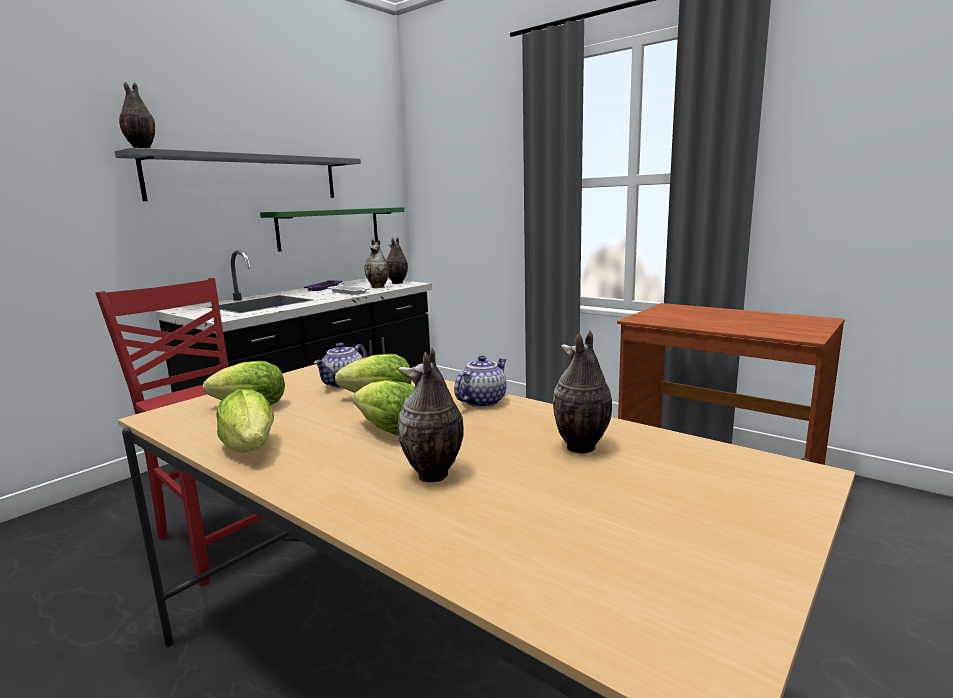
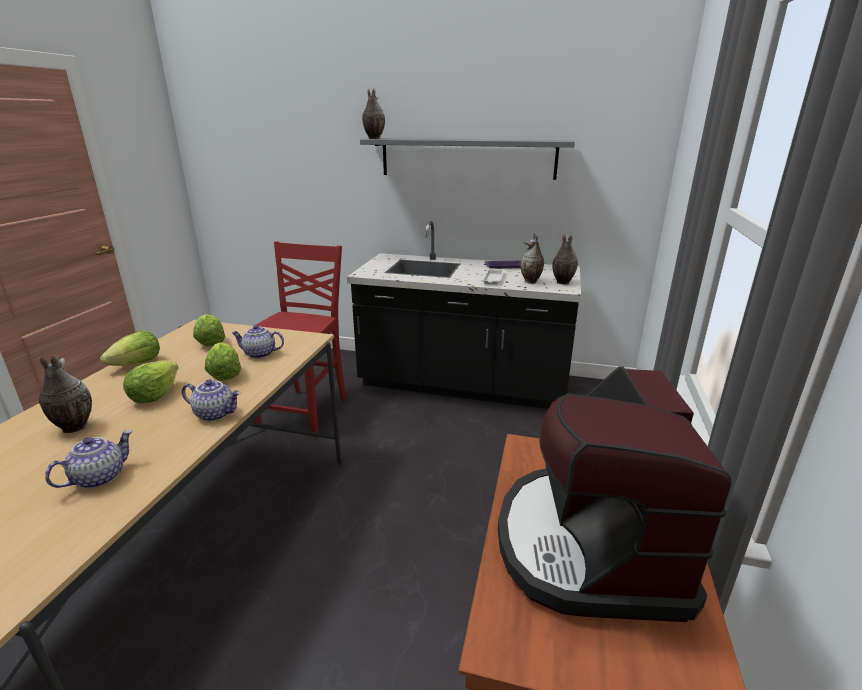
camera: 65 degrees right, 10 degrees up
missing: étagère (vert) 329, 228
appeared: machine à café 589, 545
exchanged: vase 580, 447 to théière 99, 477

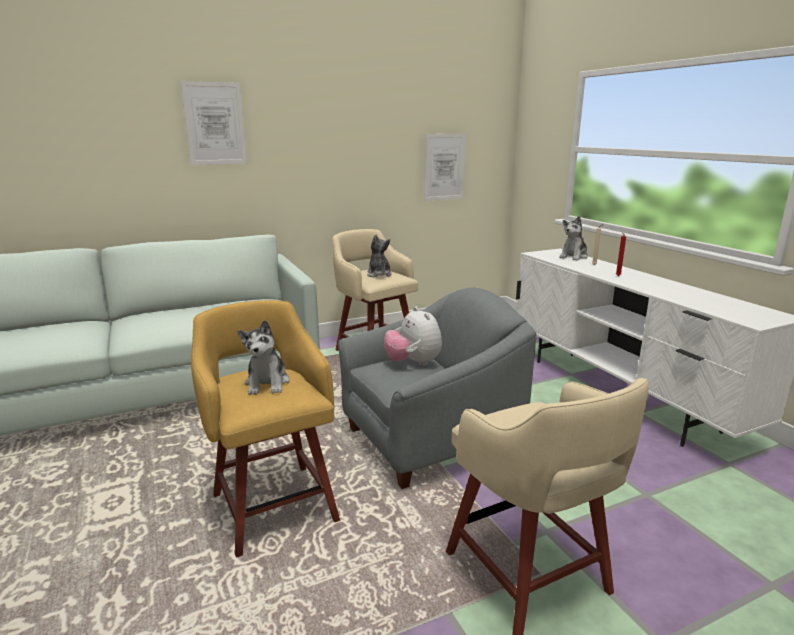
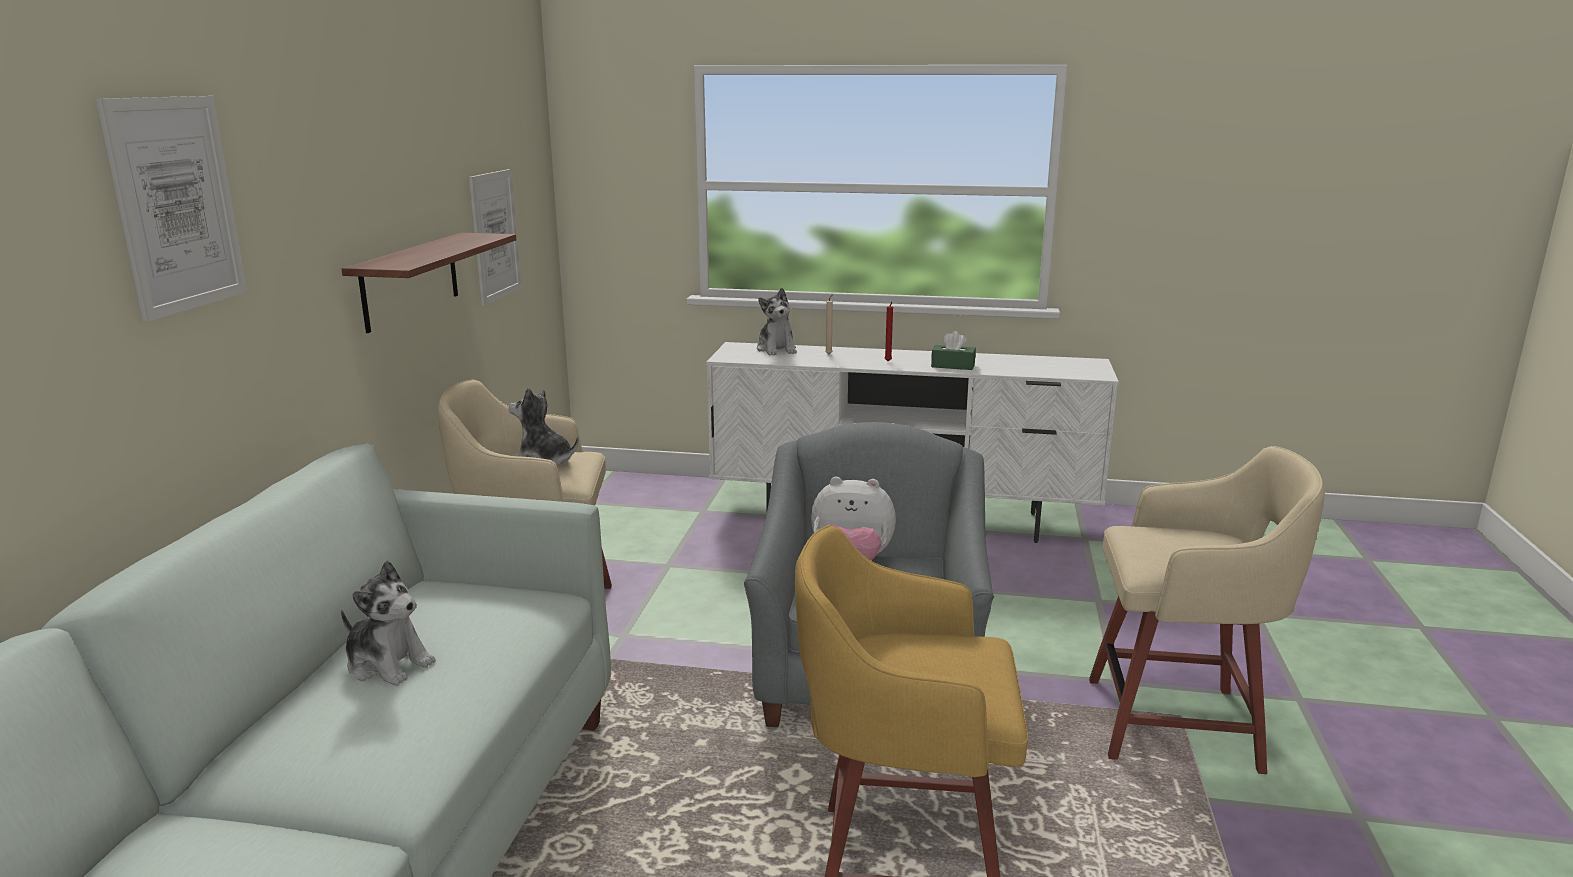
camera: 55 degrees left, 0 degrees up
appeared: étagère 410, 281; boîte à mouchoirs (vert) 953, 366
relocated: peluche 267, 383 to 388, 664

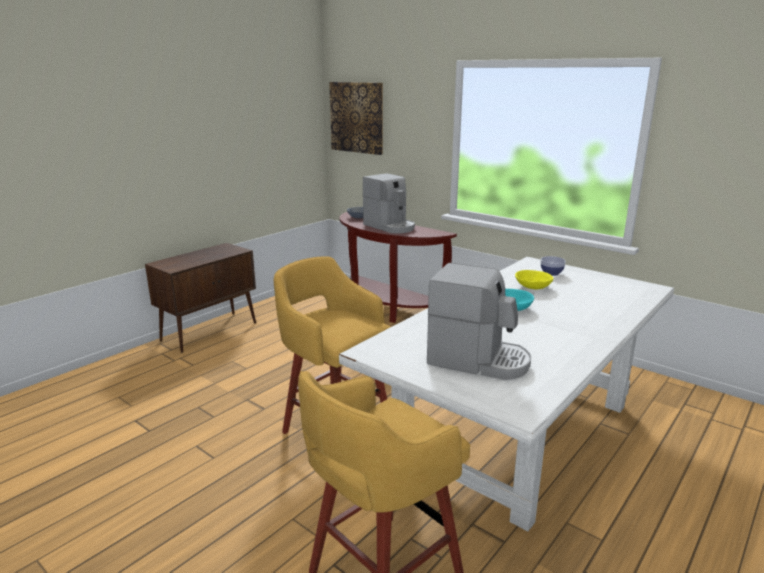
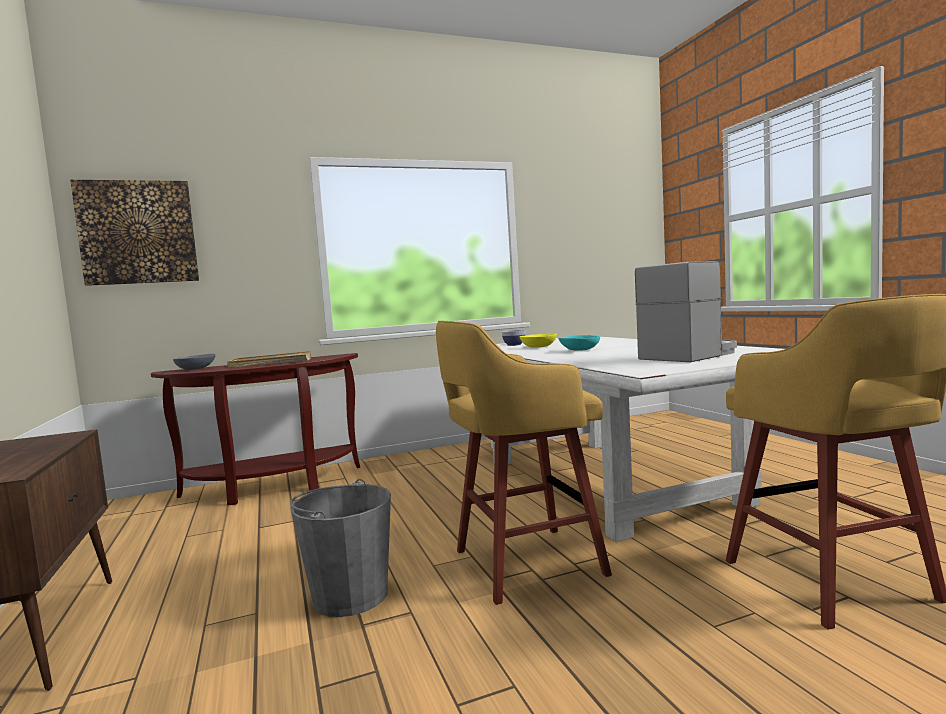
camera: 60 degrees left, 15 degrees down
appeared: seau (gris) 349, 595
exchanged: machine à café 390, 226 to plateau (beige) 270, 363

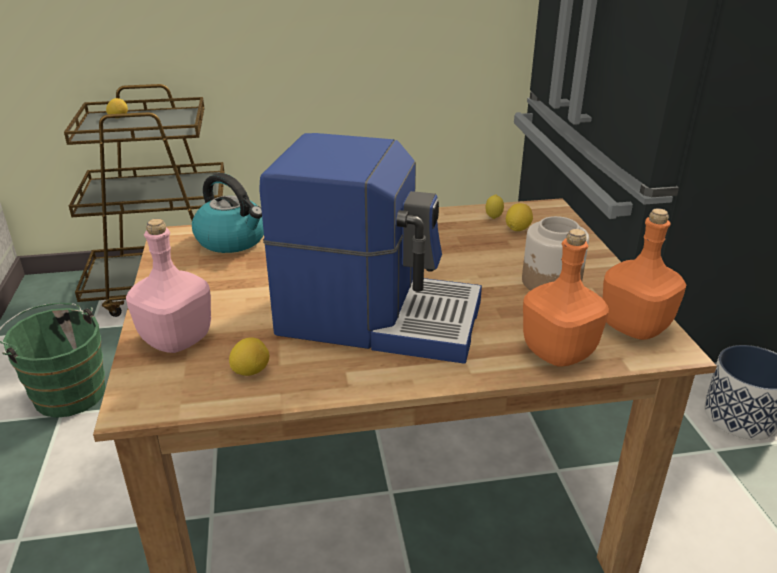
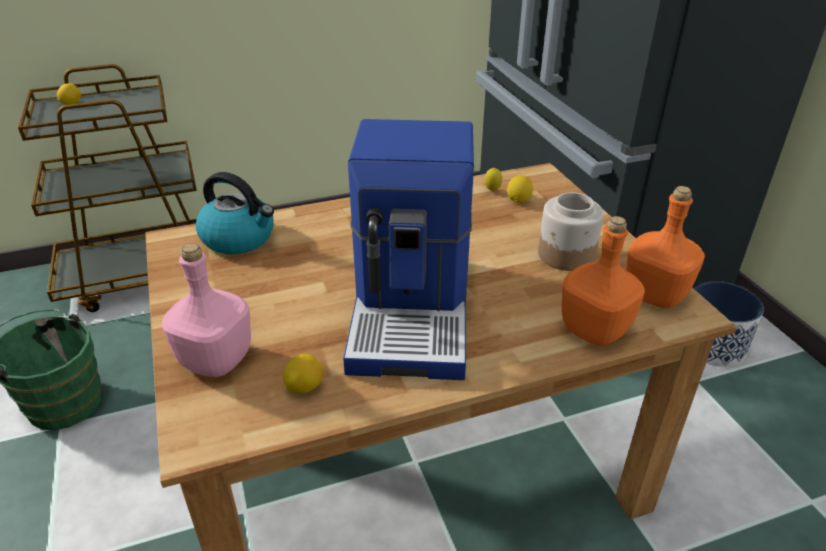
camera: 10 degrees left, 5 degrees up
spun: machine à café 378, 316 = 414, 310 90 degrees clockwise

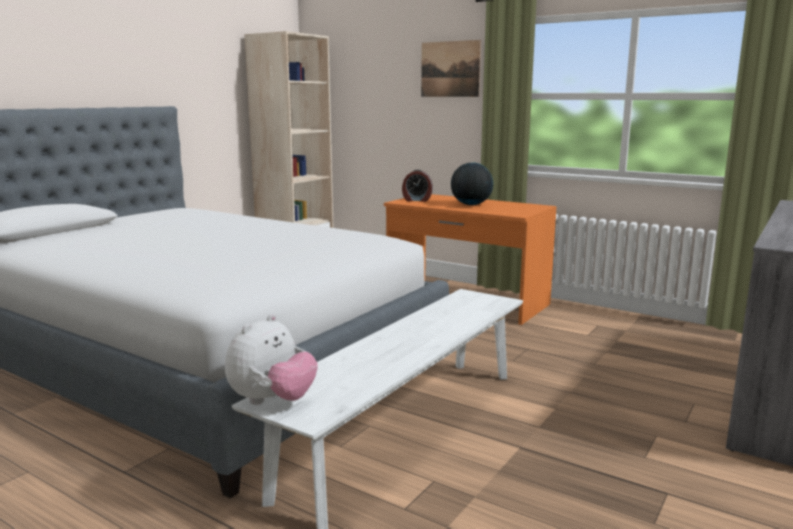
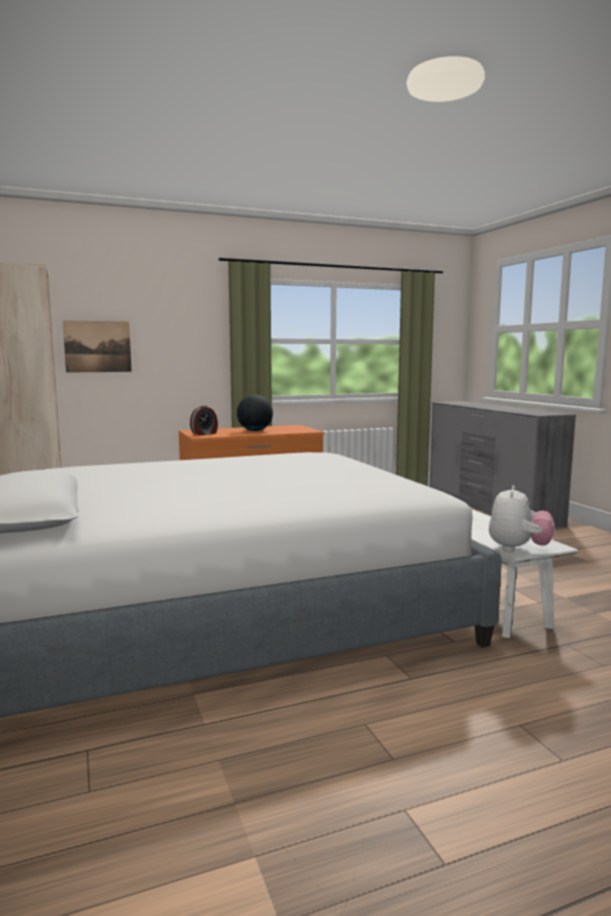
camera: 55 degrees left, 5 degrees down
relocated: tableau 450, 69 to 97, 346
spun: peluche 272, 401 = 518, 549 45 degrees clockwise

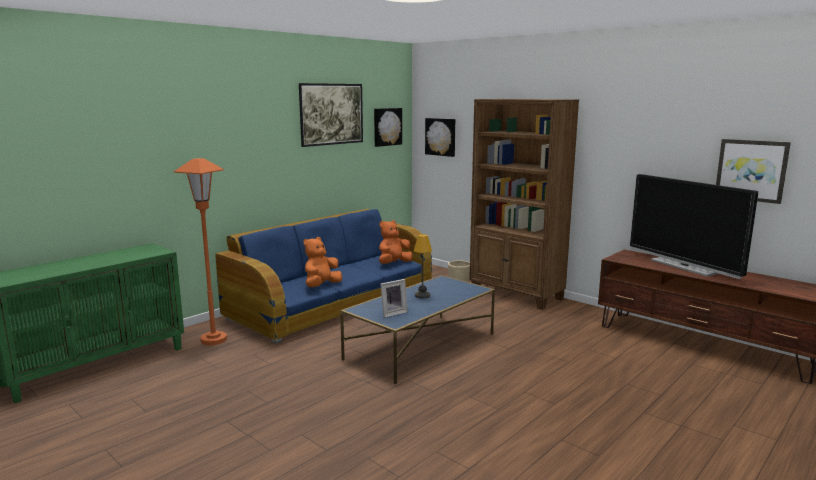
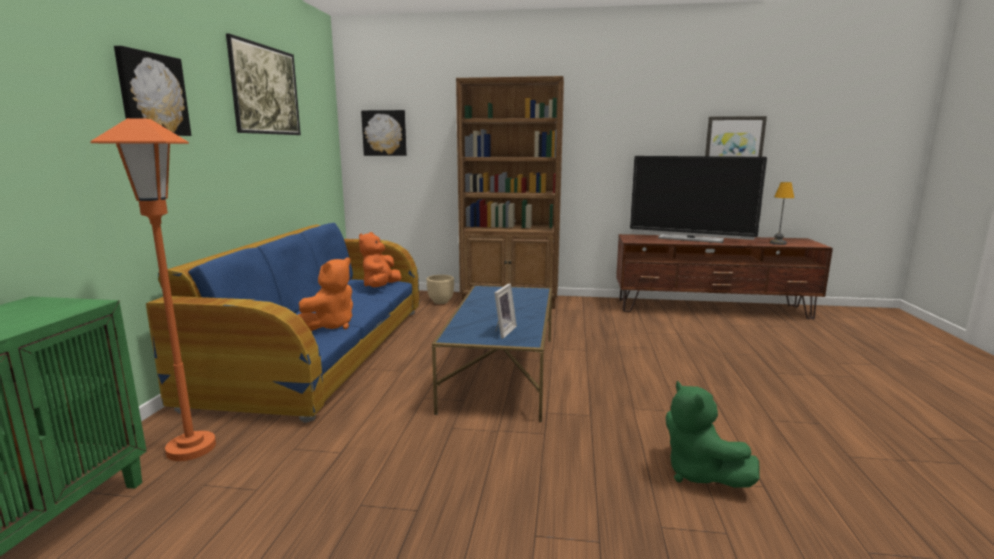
camera: 35 degrees left, 0 degrees up
appeared: peluche (vert) 699, 474
relocated: tableau 387, 126 to 152, 94; lampe de table 422, 295 to 777, 243
spun: peluche (orange) 321, 286 = 330, 325 150 degrees counterclockwise

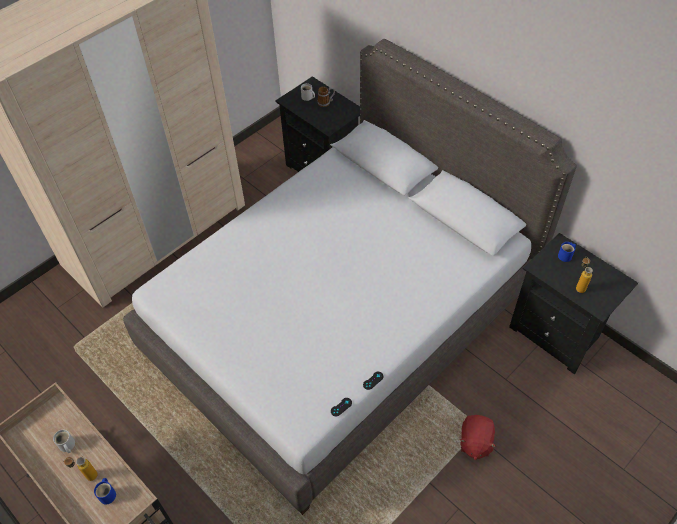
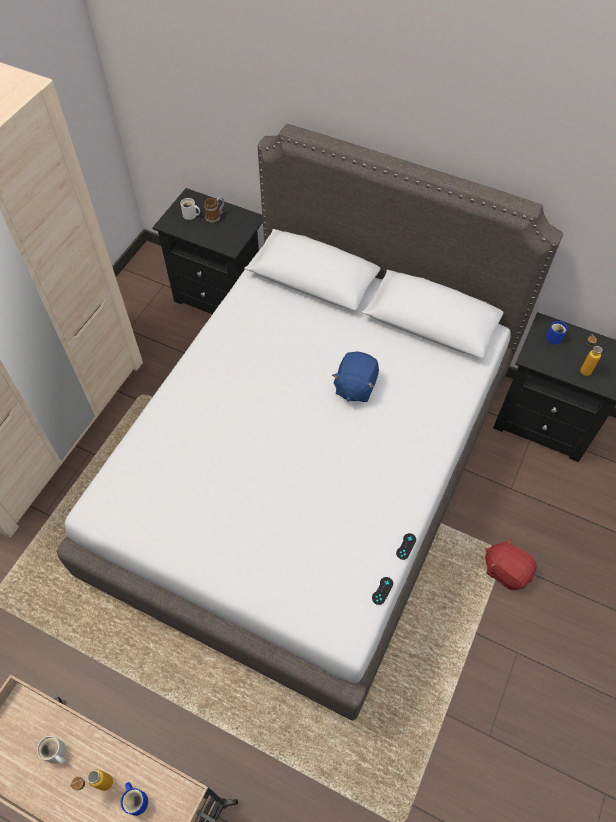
camera: 20 degrees left, 5 degrees up
appeared: peluche (bleu) 355, 386
spun: peluche (rouge) 475, 442 = 506, 570 135 degrees clockwise

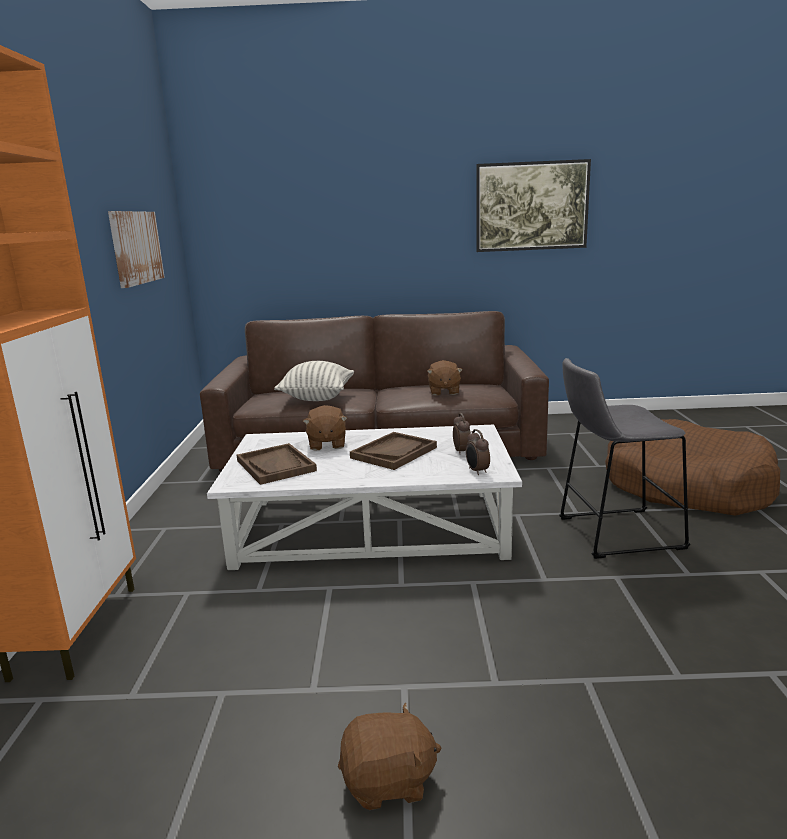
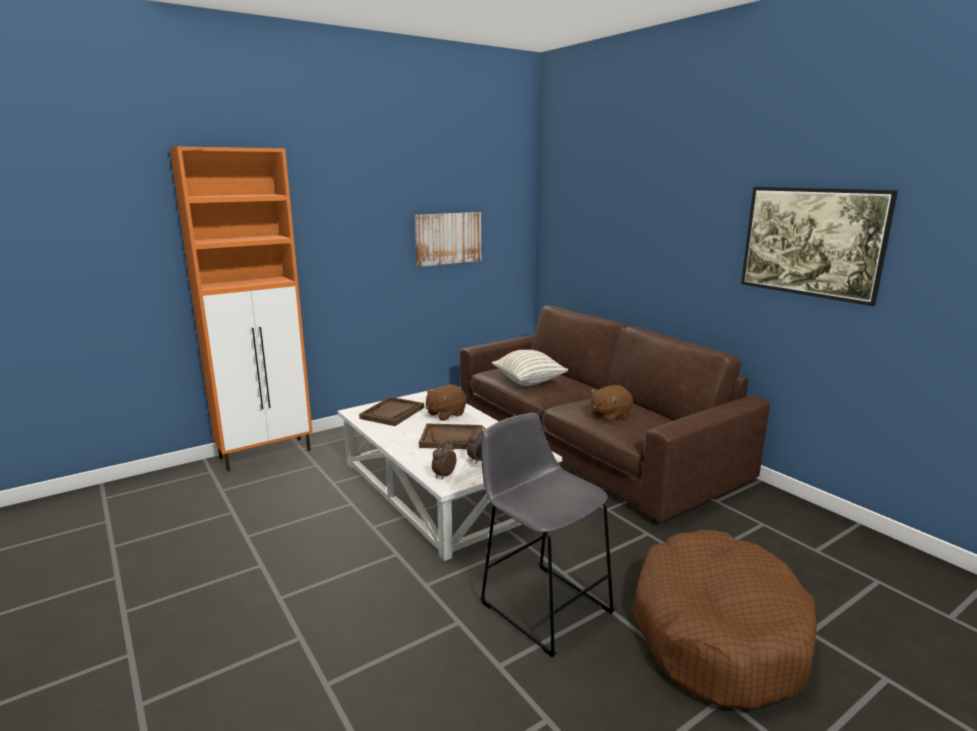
camera: 55 degrees right, 0 degrees up
missing: peluche (marron) 388, 782

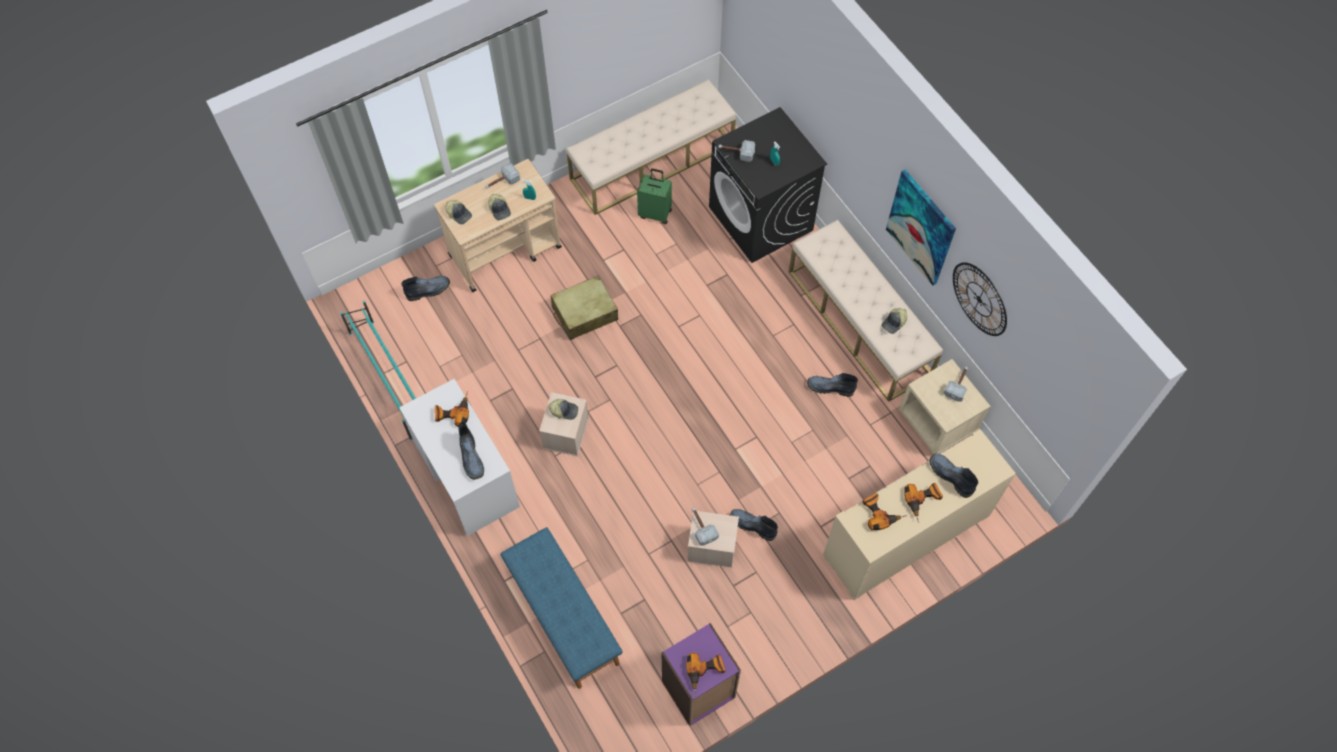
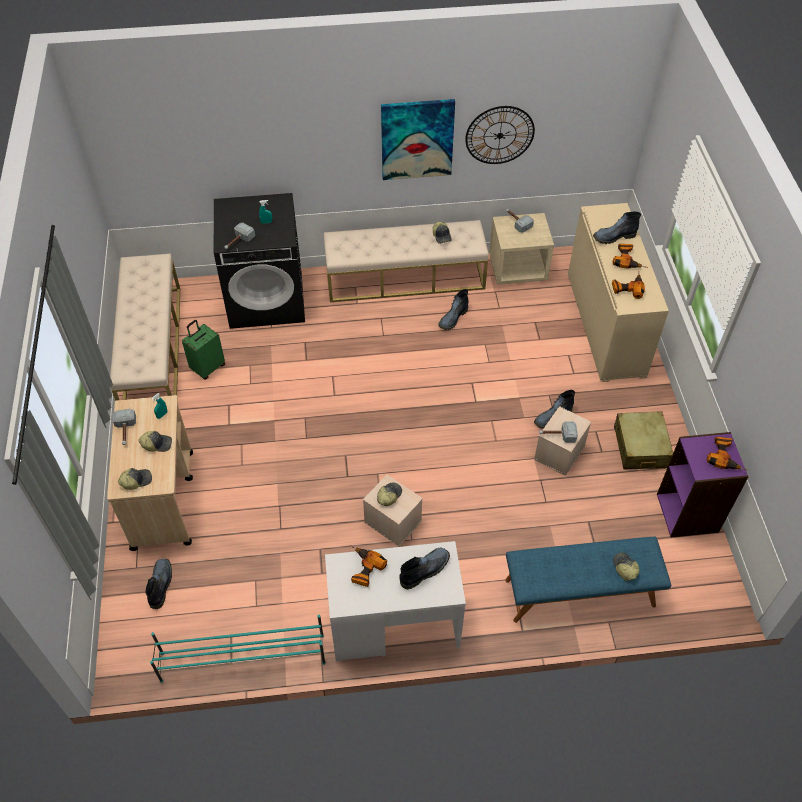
camera: 65 degrees left, 10 degrees down
appeared: casquette 624, 568
relocated: valise (beige) 584, 313 to 640, 447
spun: botte 472, 458 = 425, 569 45 degrees counterclockwise

